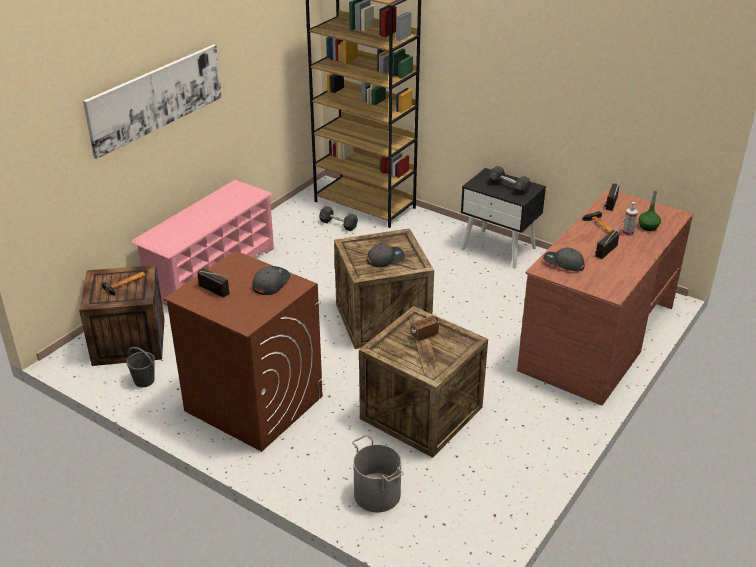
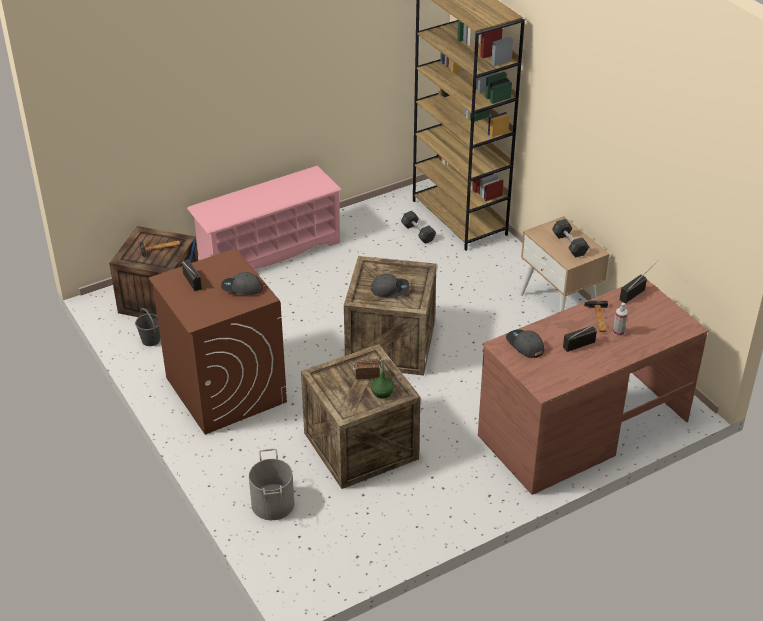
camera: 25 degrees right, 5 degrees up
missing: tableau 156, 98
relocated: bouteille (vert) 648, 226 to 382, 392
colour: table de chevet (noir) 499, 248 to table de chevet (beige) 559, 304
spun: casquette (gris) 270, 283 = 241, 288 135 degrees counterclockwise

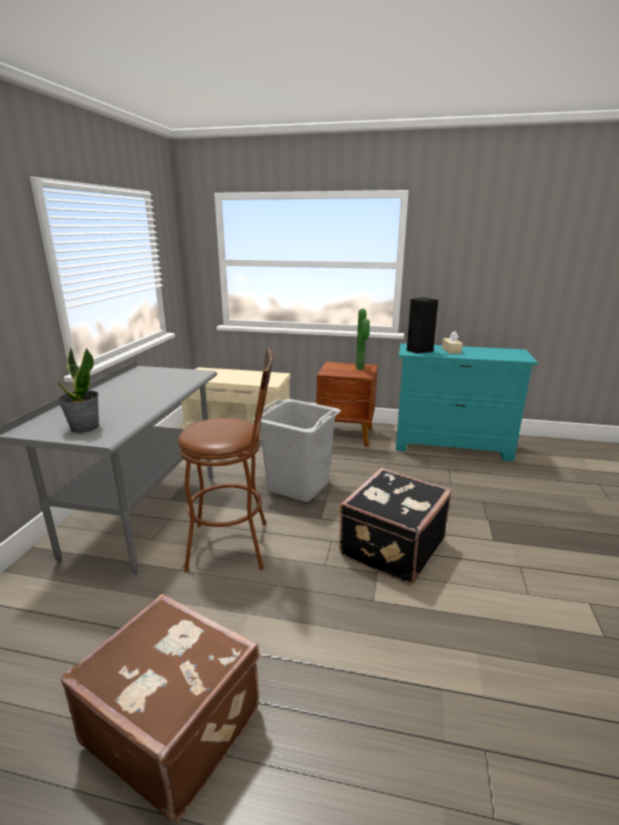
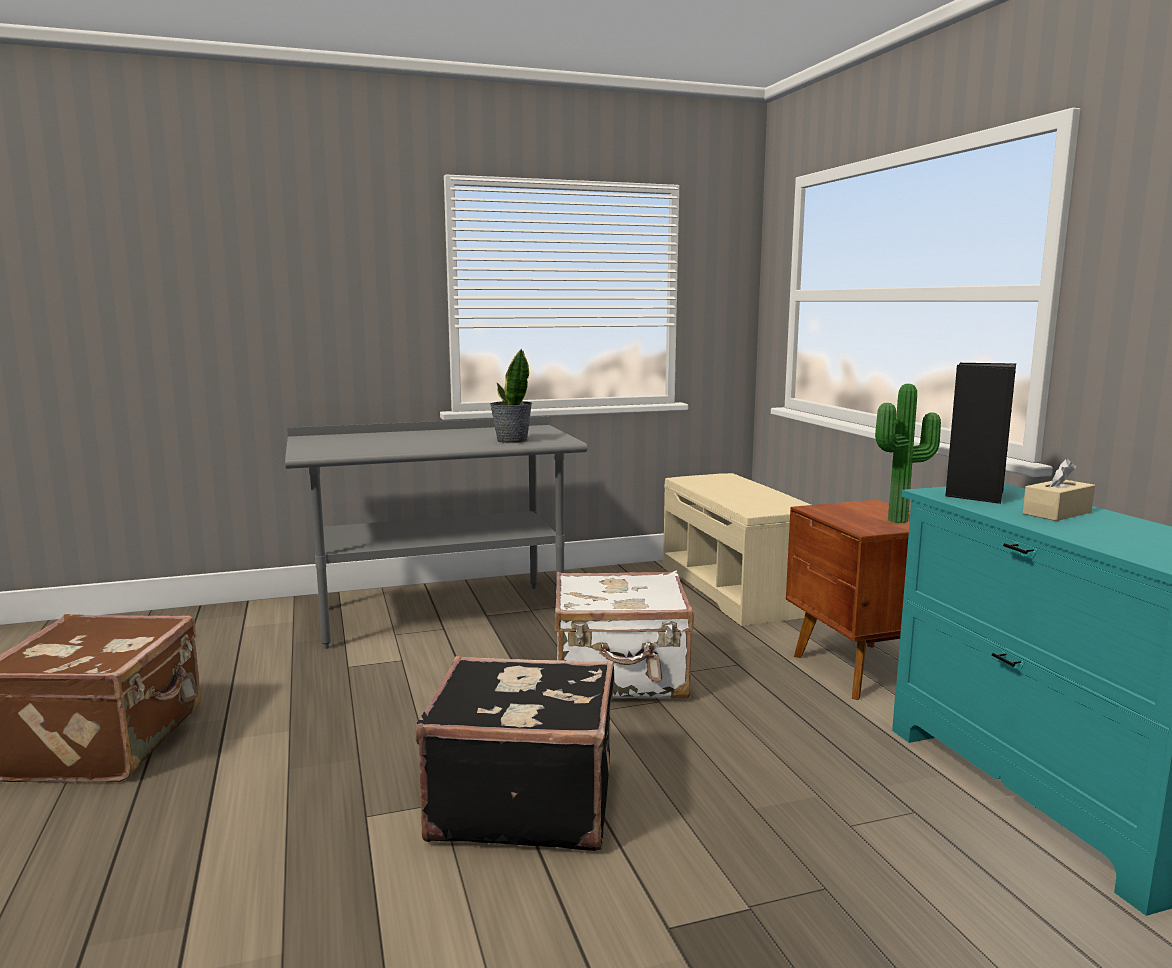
camera: 60 degrees right, 10 degrees down
missing: tabouret (marron) 237, 545
relocated: plante en pot 84, 427 to 511, 441
exchanged: panier à linge (gris) 298, 486 to valise (blanc) 621, 678

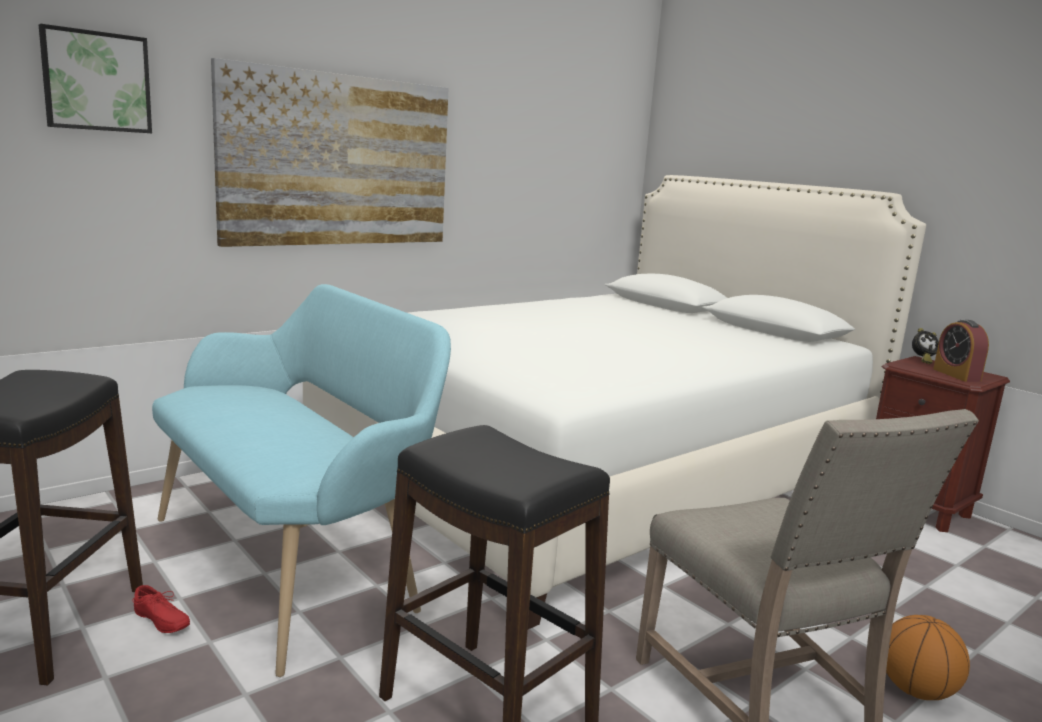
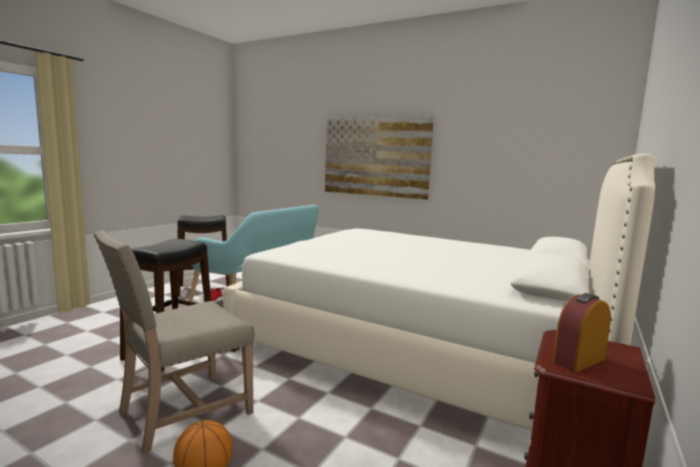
camera: 70 degrees right, 5 degrees down
missing: tableau 96, 81; réveil 922, 360

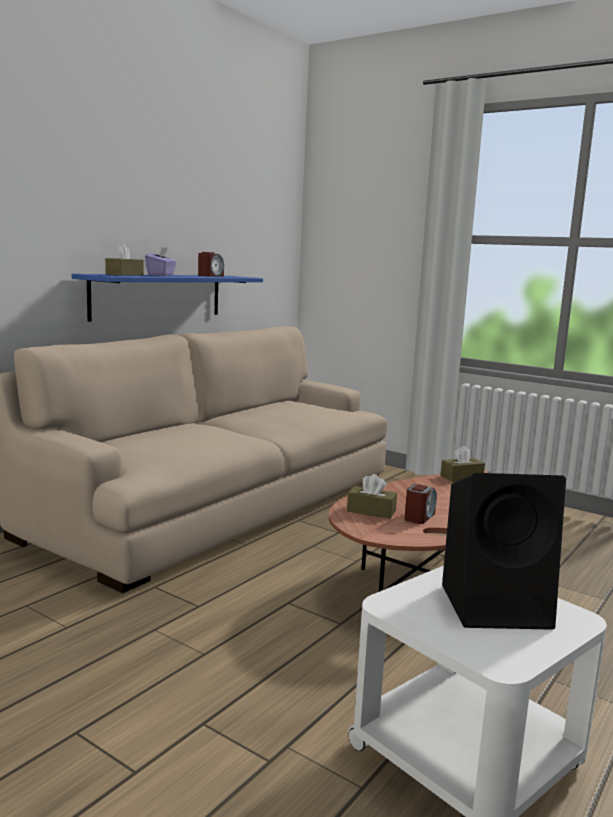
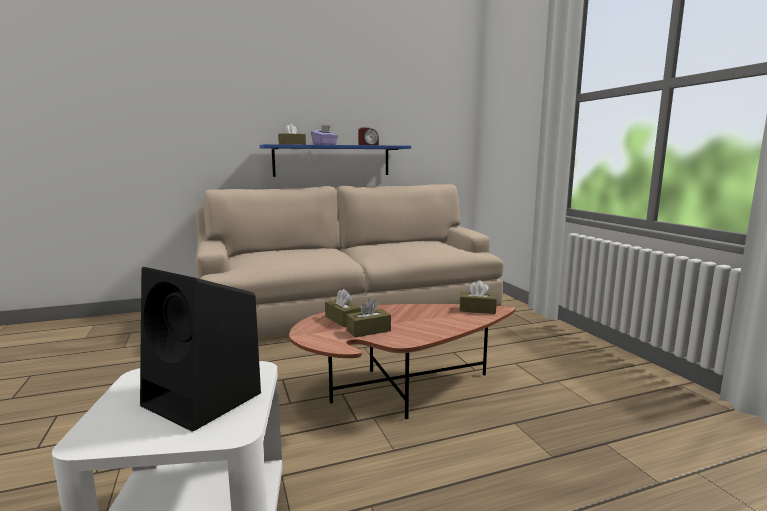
camera: 35 degrees right, 0 degrees up
exchanged: réveil 419, 517 to boîte à mouchoirs (marron) 368, 330

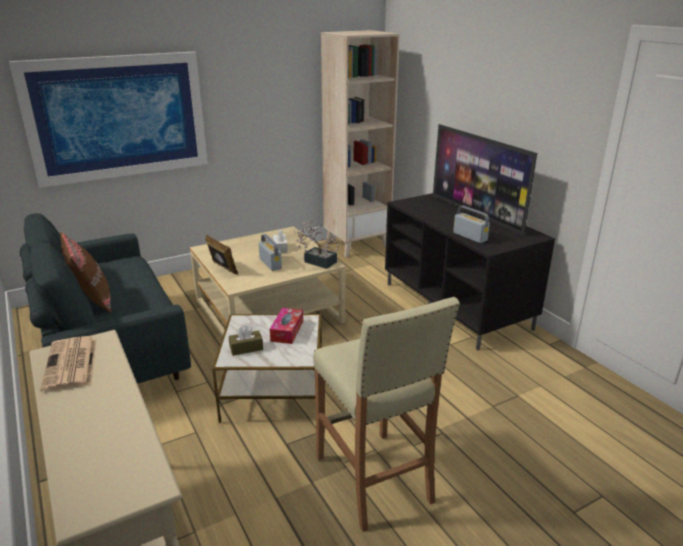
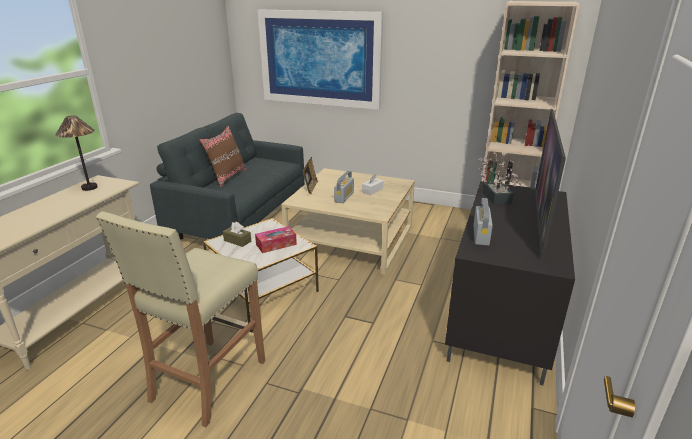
camera: 50 degrees right, 0 degrees up
relocated: plante en pot 317, 261 to 495, 196
exchanged: journal 71, 364 to lampe de table 89, 188

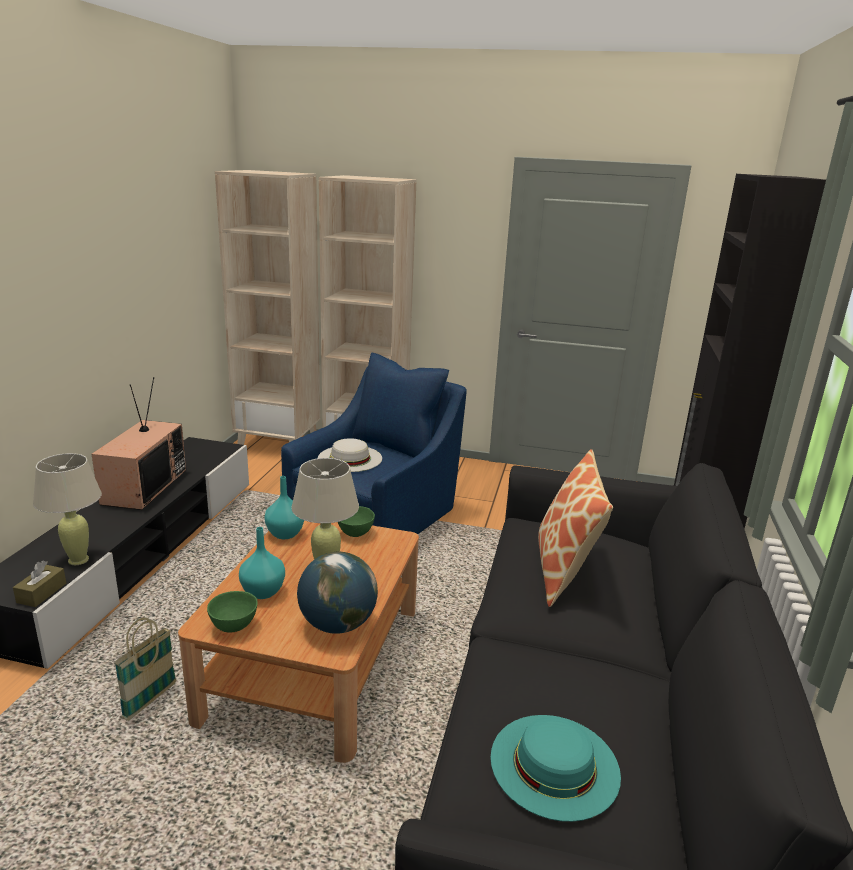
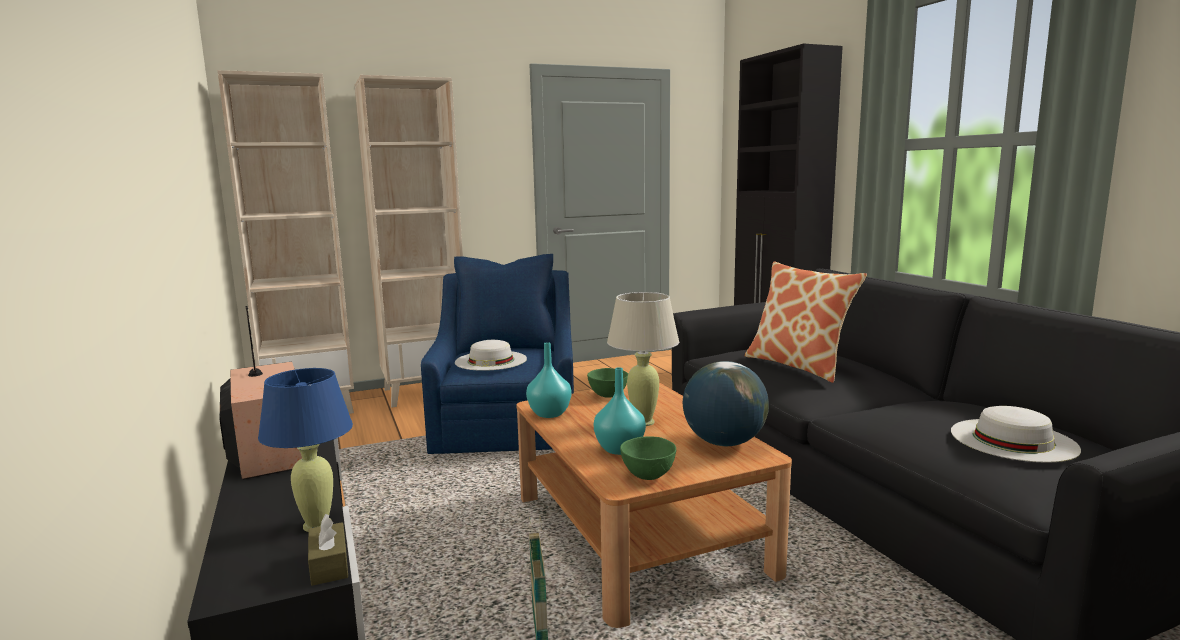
camera: 35 degrees left, 10 degrees down
colour: lampe de table (beige) 78, 560 to lampe de table (bleu) 317, 525; chapeau (turquoise) 554, 764 to chapeau (blanc) 1012, 439

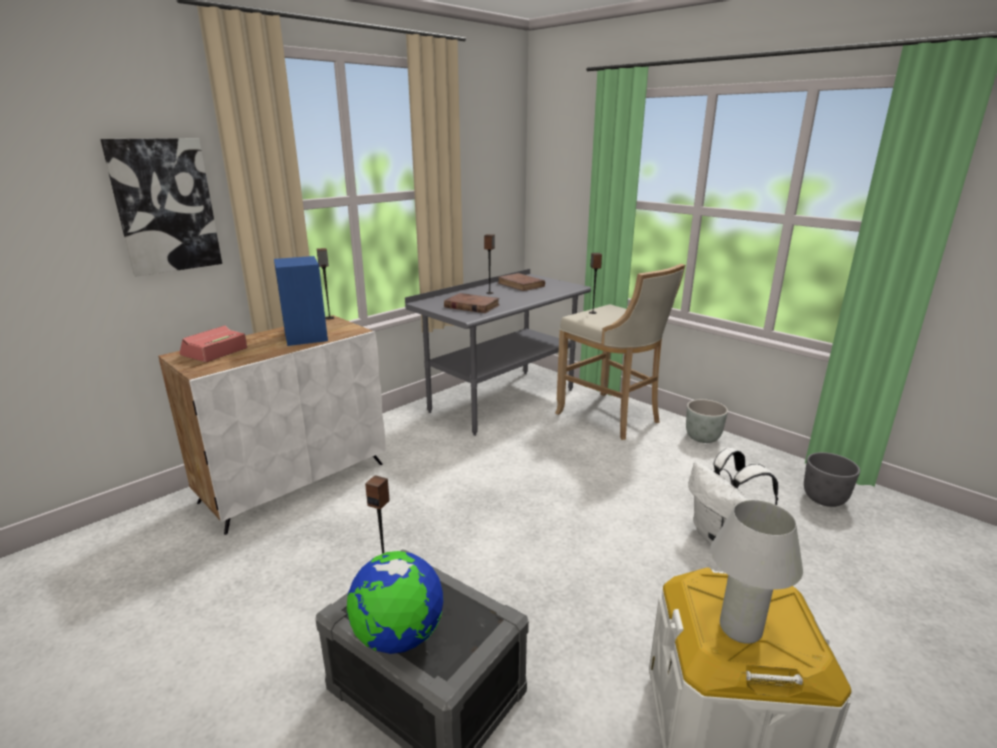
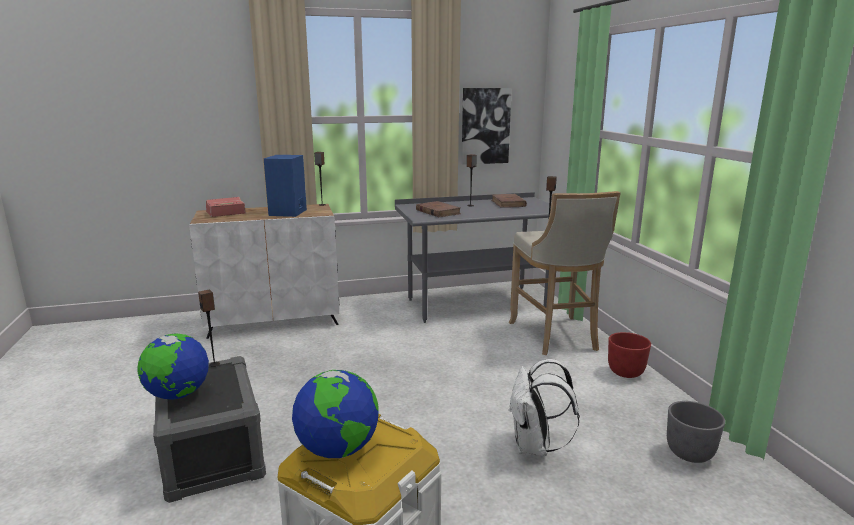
camera: 30 degrees right, 5 degrees down
relocated: tableau 165, 206 to 485, 126
exchanged: lampe de table (blanc) 740, 629 to globe 338, 450
colour: cache-pot (gris) 703, 438 to cache-pot (rouge) 626, 373

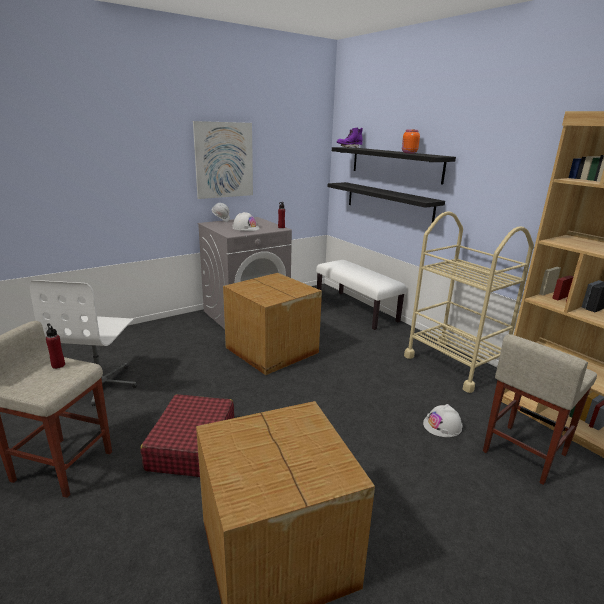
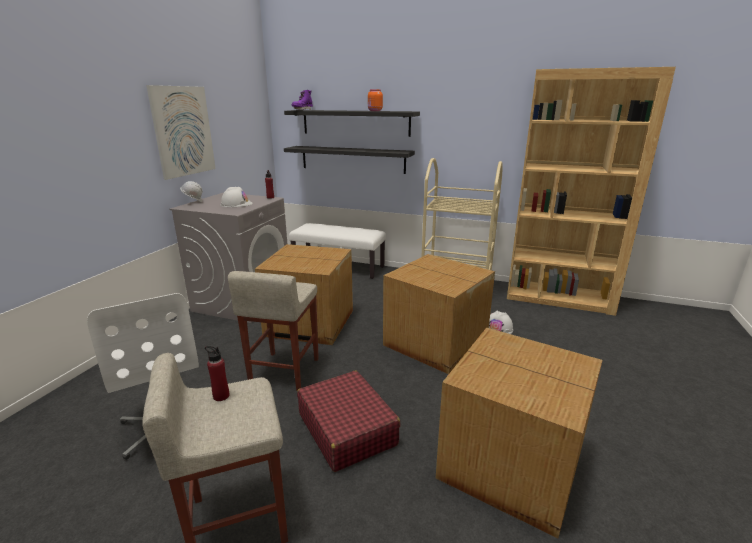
camera: 35 degrees left, 0 degrees up
appeared: carton 436, 343
relocated: tabouret (beige) 523, 453 to 284, 371

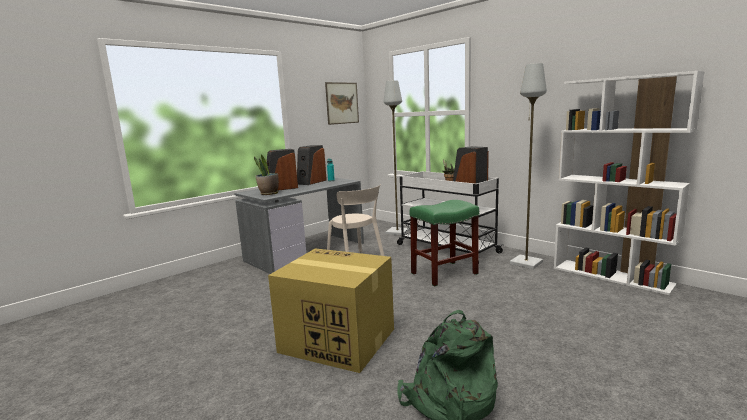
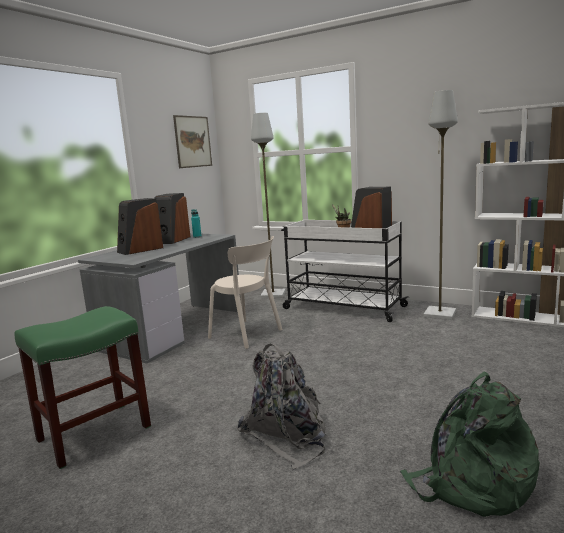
camera: 15 degrees left, 0 degrees up
missing: plante en pot 269, 194
relocated: tabouret (vert) 444, 274 to 93, 434
exchanged: carton 336, 340 to sac à dos (gris) 287, 434

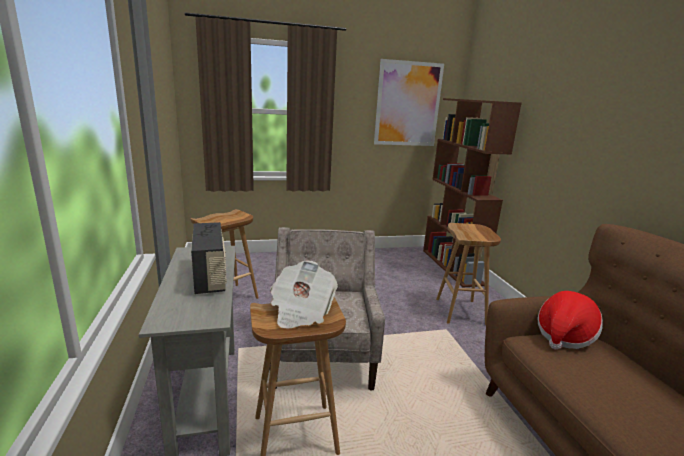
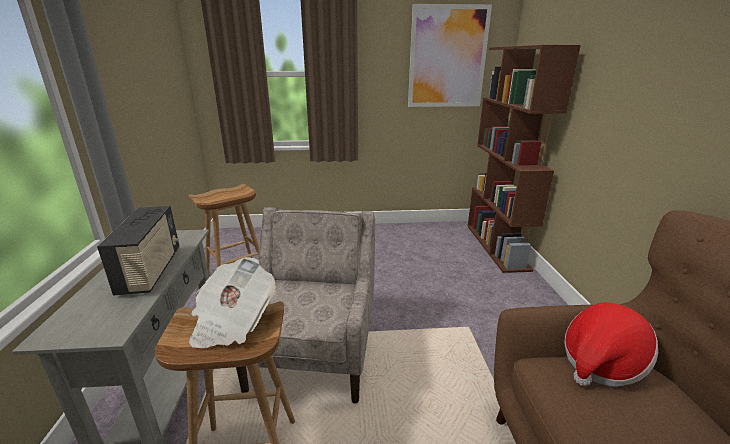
camera: 10 degrees right, 5 degrees up
missing: tabouret (marron) 461, 312

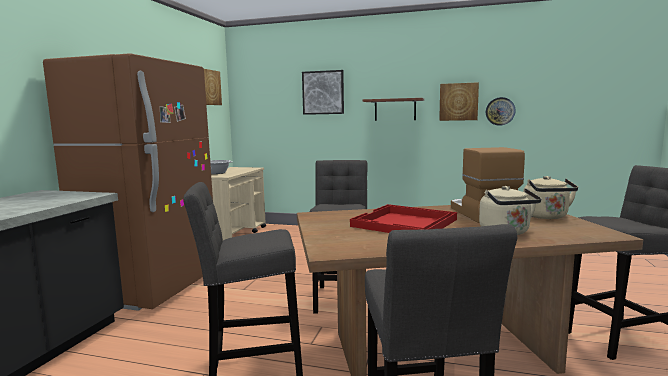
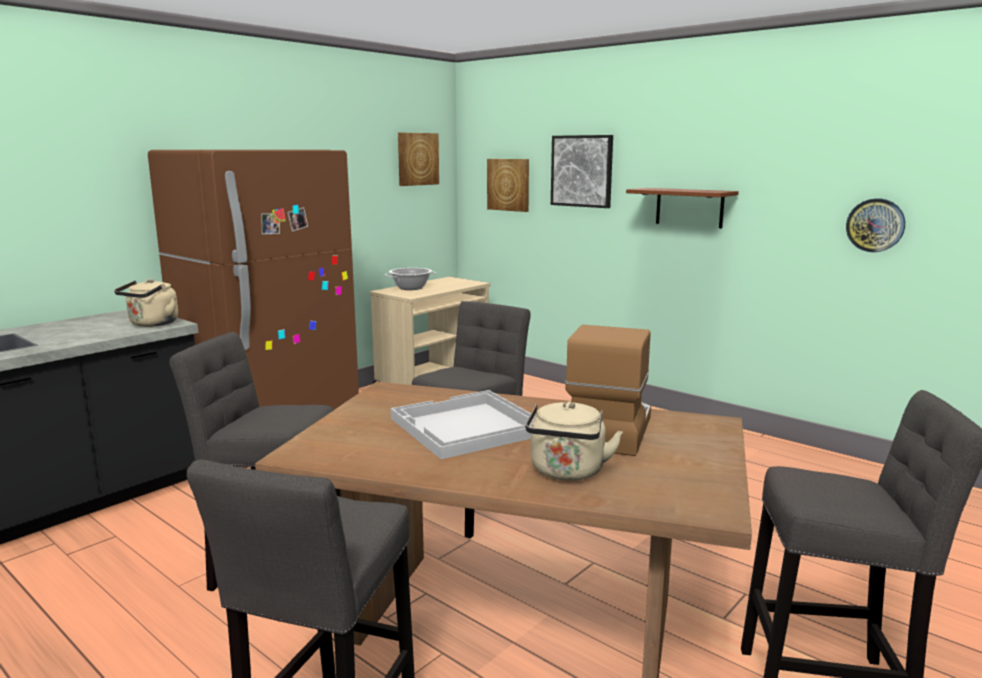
camera: 25 degrees right, 5 degrees up
relocated: tableau 458, 102 to 509, 184; bouilloire (beige) 546, 217 to 152, 324
colour: plateau (rouge) 405, 223 to plateau (blanc) 467, 427

